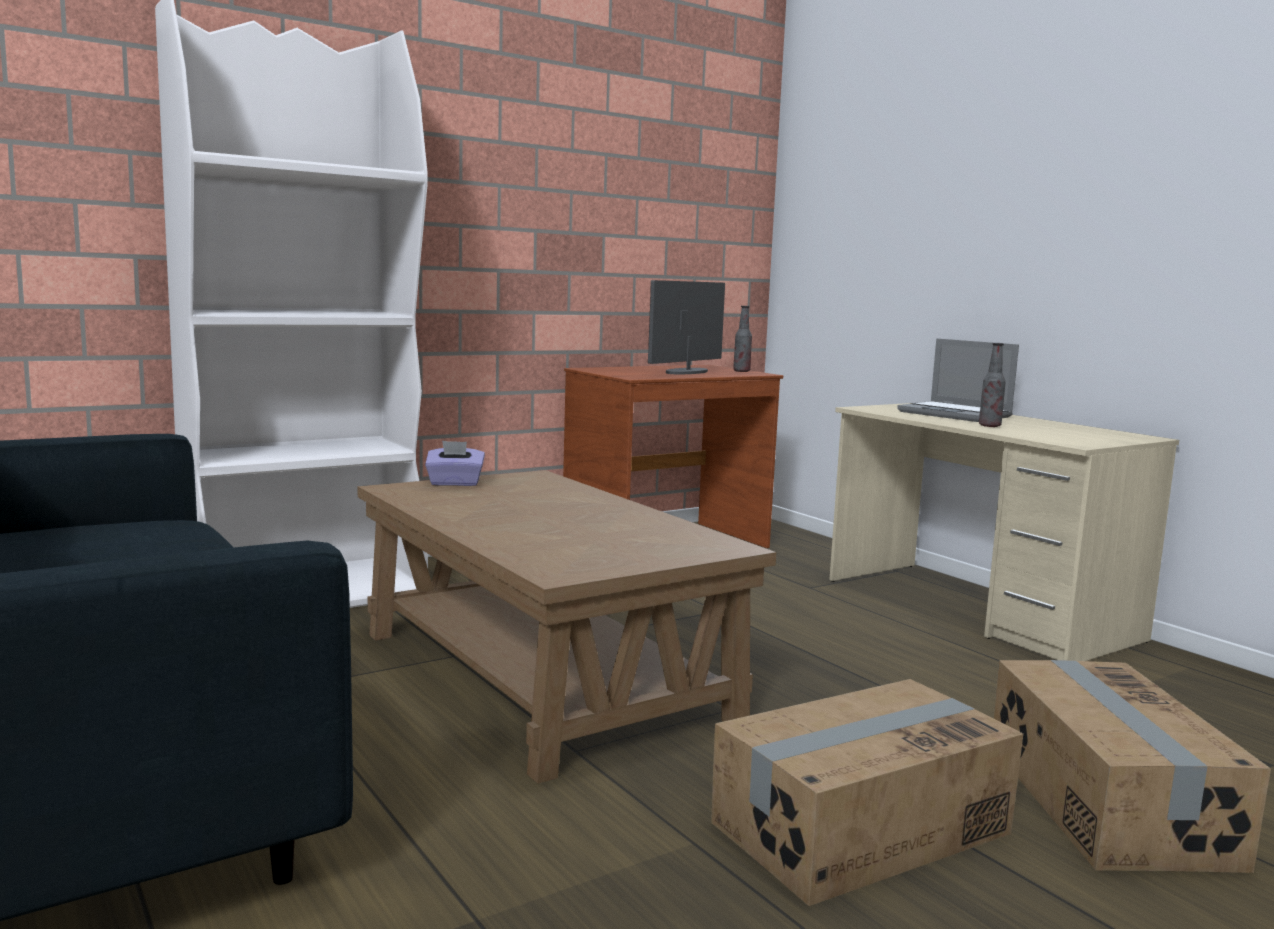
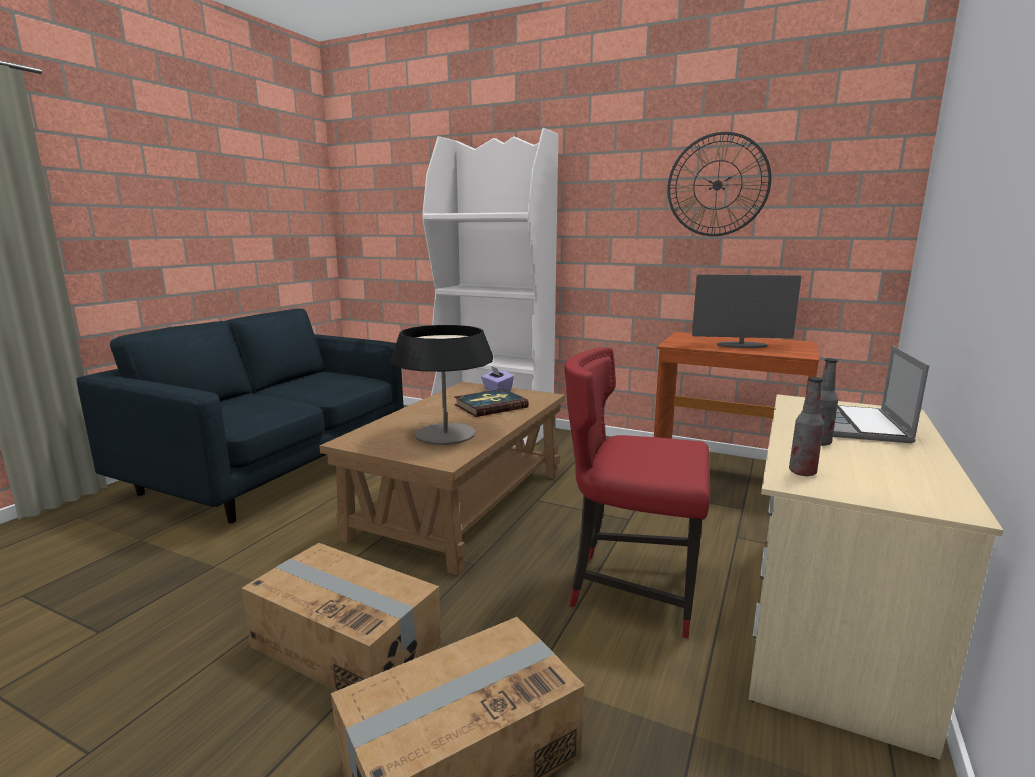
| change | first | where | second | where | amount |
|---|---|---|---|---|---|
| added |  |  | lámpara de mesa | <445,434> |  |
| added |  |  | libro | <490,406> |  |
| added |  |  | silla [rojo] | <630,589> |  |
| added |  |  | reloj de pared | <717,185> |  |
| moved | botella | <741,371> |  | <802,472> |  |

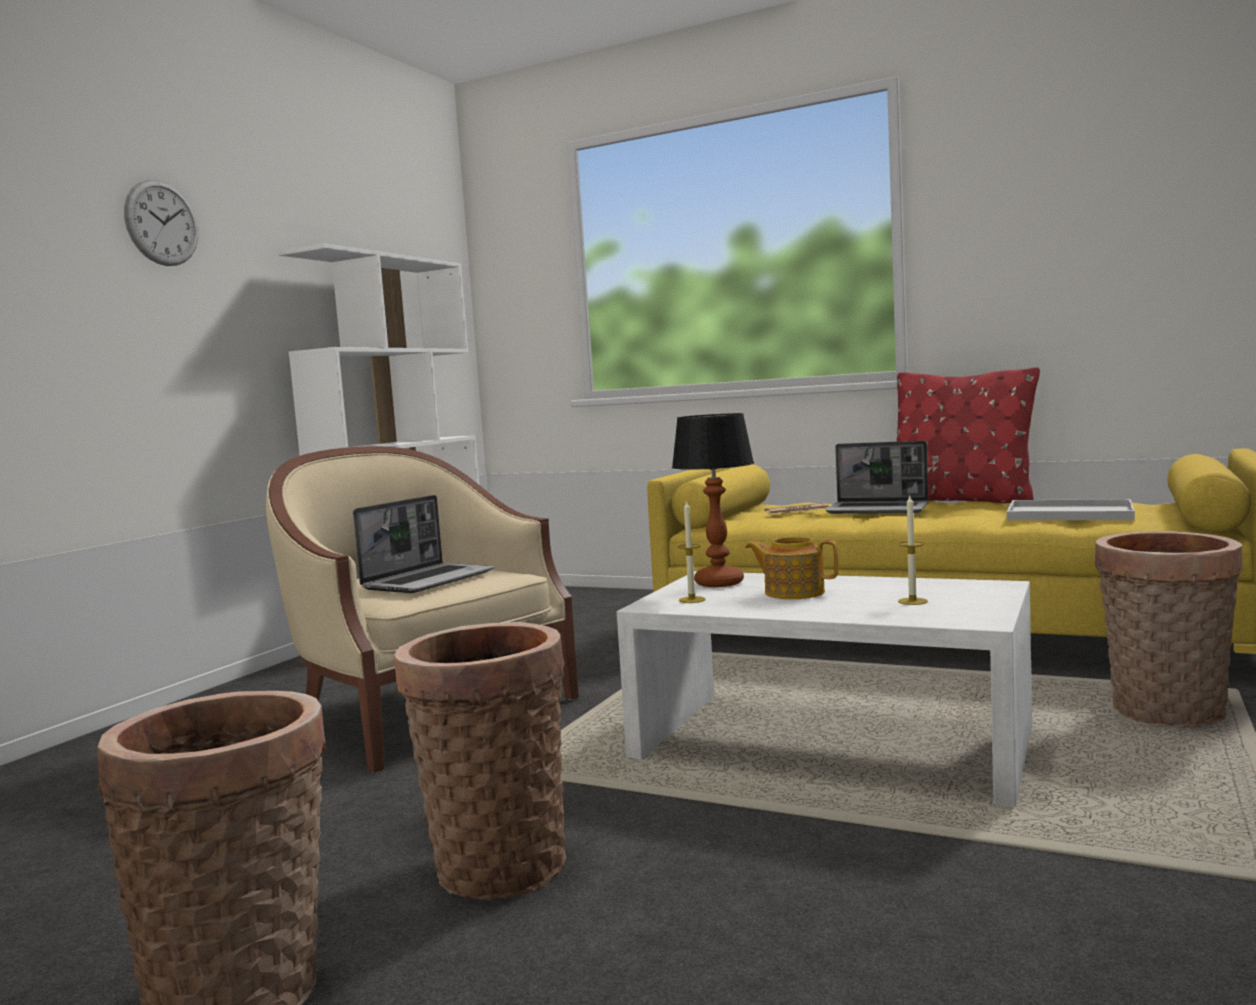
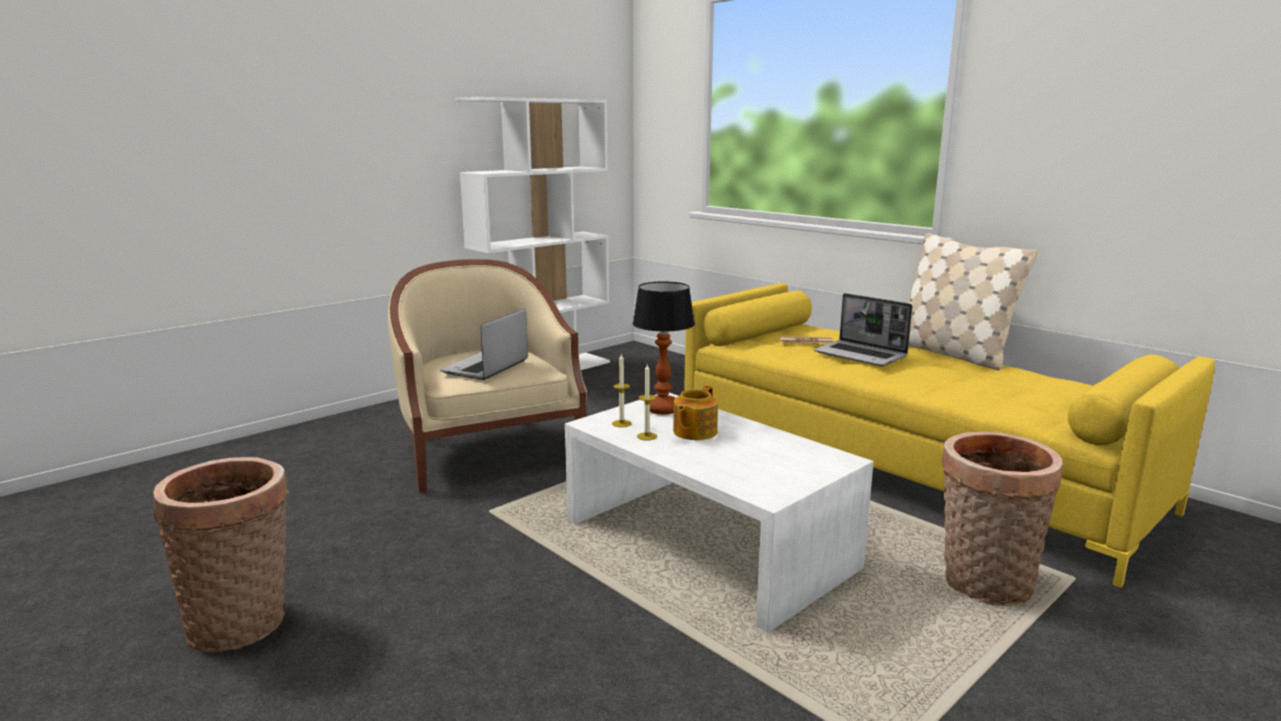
| change | first | where | second | where | amount |
|---|---|---|---|---|---|
| removed | reloj de pared | <162,223> |  |  |  |
| removed | cesta | <497,863> |  |  |  |
| removed | bandeja [blanco] | <1072,513> |  |  |  |
| moved | vela | <912,601> |  | <647,436> |  |
| recoloured | cojín [rojo] | <960,500> | cojín [beis] | <951,353> |  |
| turned | portátil | <429,580> |  | <485,367> | 150 degrees clockwise |
| turned | tetera | <793,592> |  | <694,432> | 105 degrees counterclockwise |

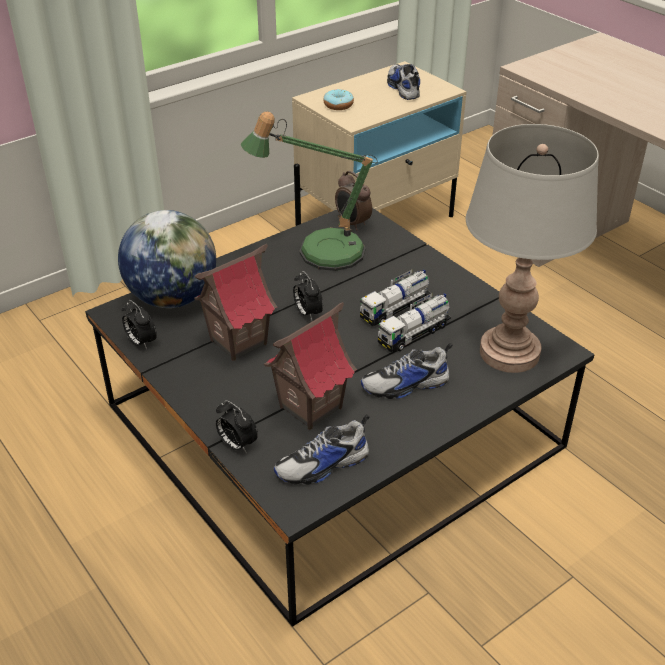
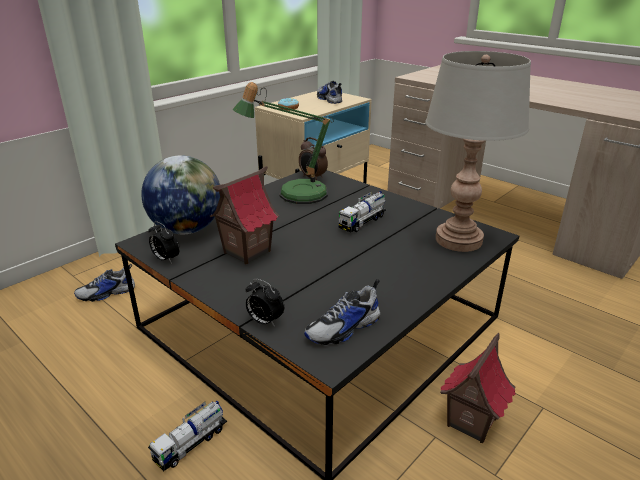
| change | first | where | second | where | amount |
|---|---|---|---|---|---|
| removed | despertador | <307,313> |  |  |  |
| moved | casita | <310,407> |  | <470,422> |  |
| moved | zapato | <406,385> |  | <107,293> |  |
| moved | camión de juguete | <414,334> |  | <191,444> |  |

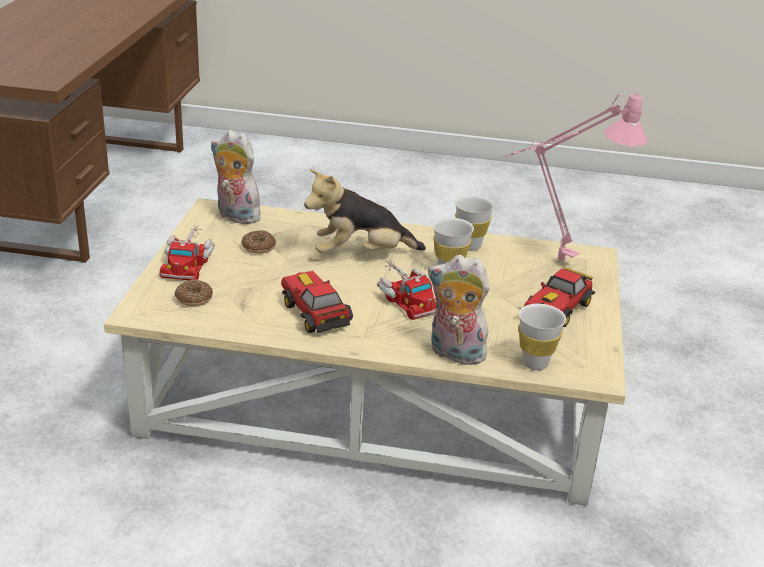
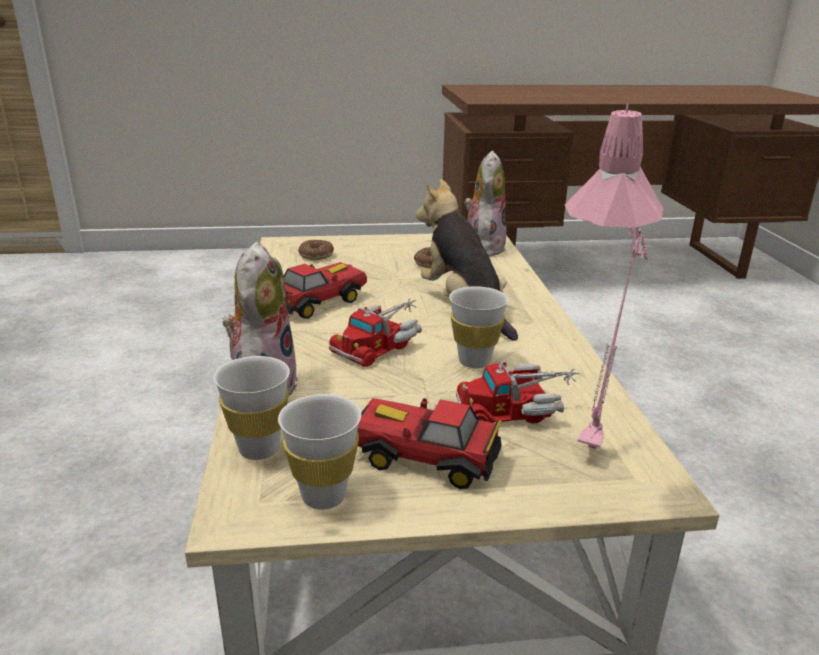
| change | first | where | second | where | amount |
|---|---|---|---|---|---|
| moved | camión de juguete | <187,263> |  | <517,409> |  |
| moved | taza [blanco] | <470,246> |  | <323,496> |  |

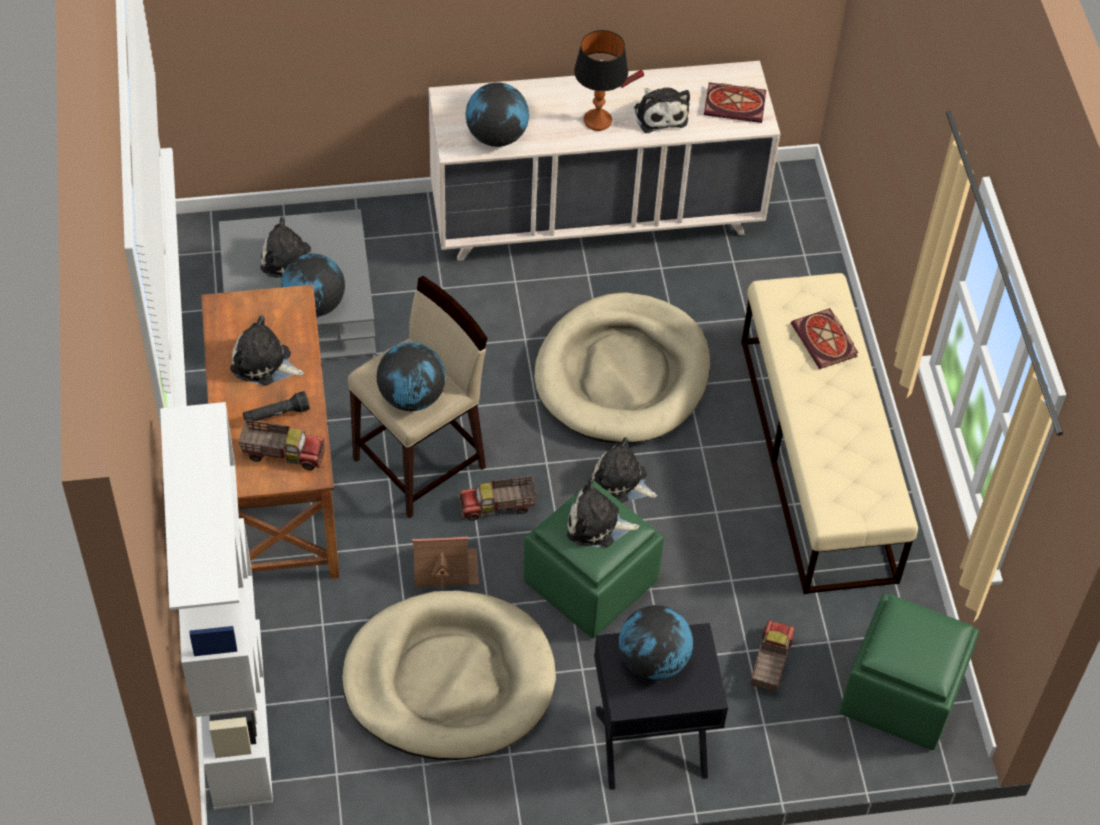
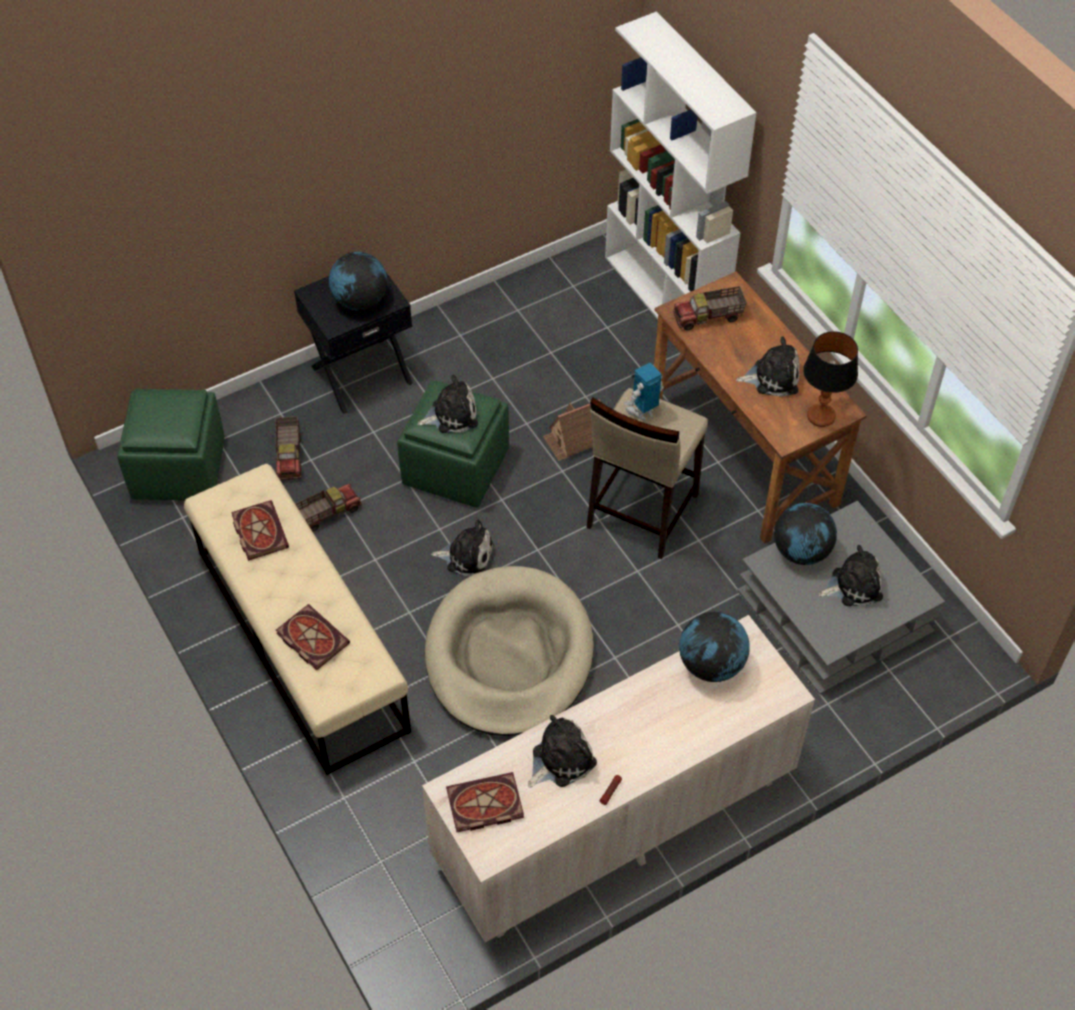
| change | first | where | second | where | amount |
|---|---|---|---|---|---|
| removed | linterna [negro] | <276,415> |  |  |  |
| removed | cama para perro [beis] | <449,680> |  |  |  |
| added |  |  | libro | <258,531> |  |
| moved | camión de juguete | <498,506> |  | <327,513> |  |
| moved | lámpara de mesa | <598,120> |  | <820,416> |  |
| replaced | globo terráqueo | <412,397> | robot de juguete | <642,412> |  |
| turned | peluche | <660,114> |  | <560,759> | 90 degrees clockwise |

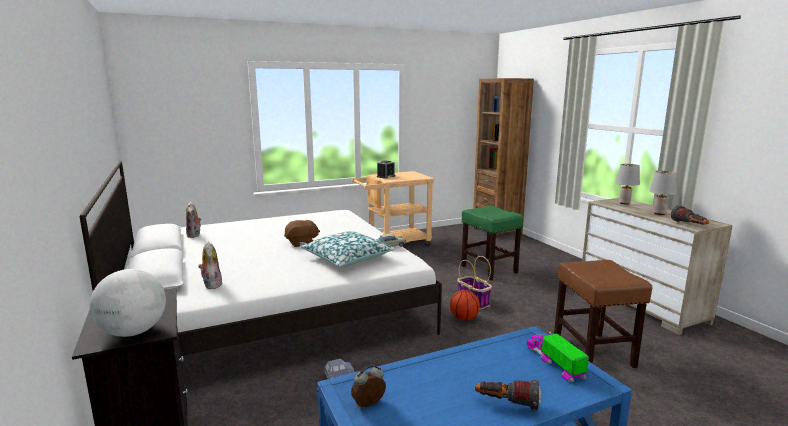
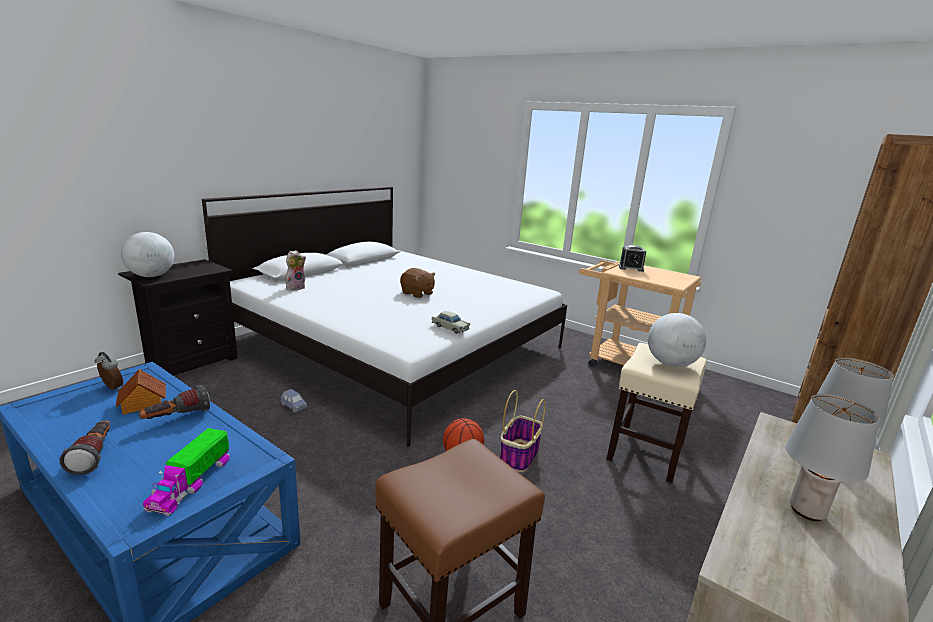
| change | first | where | second | where | amount |
|---|---|---|---|---|---|
| removed | peluche | <194,235> |  |  |  |
| removed | cojín | <347,258> |  |  |  |
| added |  |  | casita | <142,404> |  |
| added |  |  | globo terráqueo | <670,364> |  |
| moved | linterna | <689,225> |  | <177,417> |  |
| recoloured | taburete [verde] | <488,269> | taburete [beis] | <646,451> |  |
| turned | camión de juguete | <555,362> |  | <191,483> | 150 degrees clockwise |

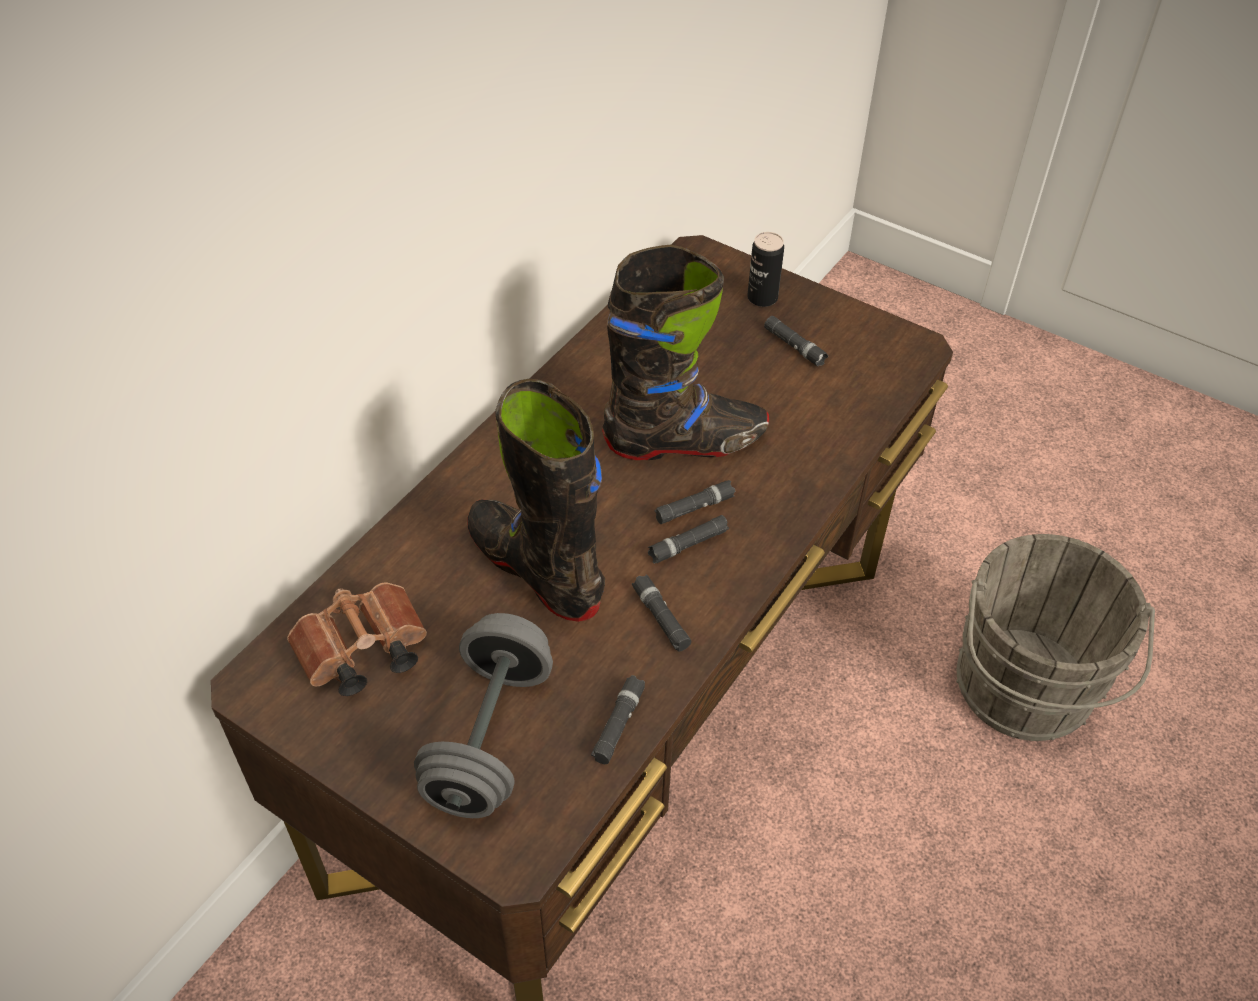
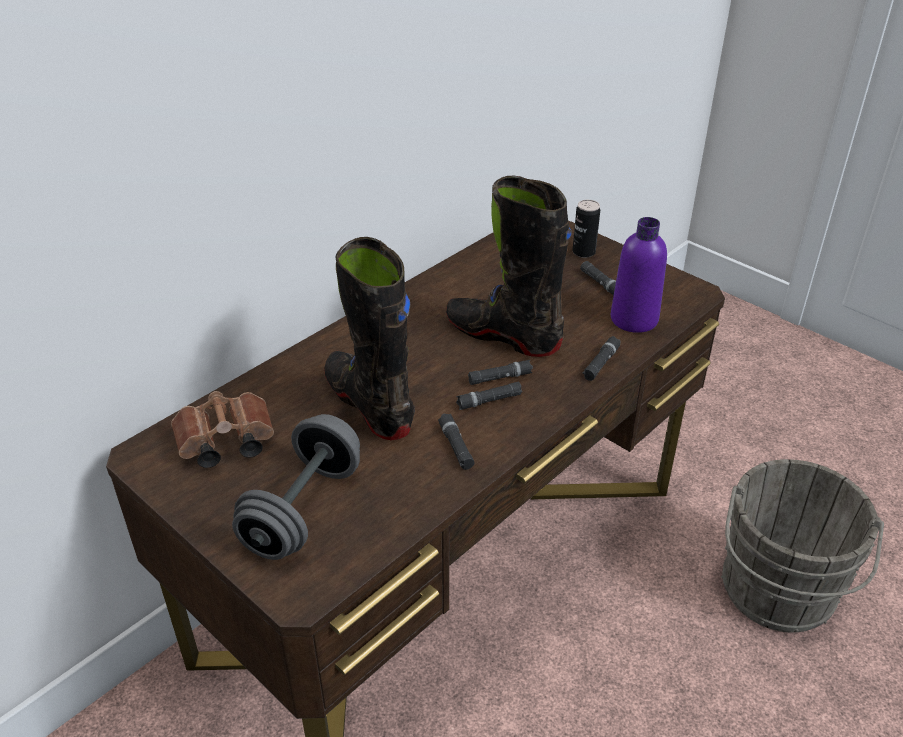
| change | first | where | second | where | amount |
|---|---|---|---|---|---|
| added |  |  | botella [morado] | <634,319> |  |
| moved | linterna [negro] | <618,724> |  | <601,363> |  |
| turned | bota [negro] | <685,442> |  | <503,335> | 150 degrees counterclockwise |

